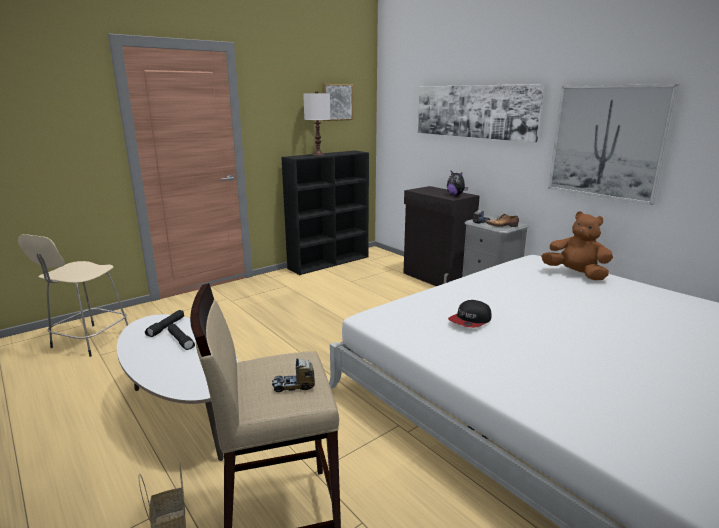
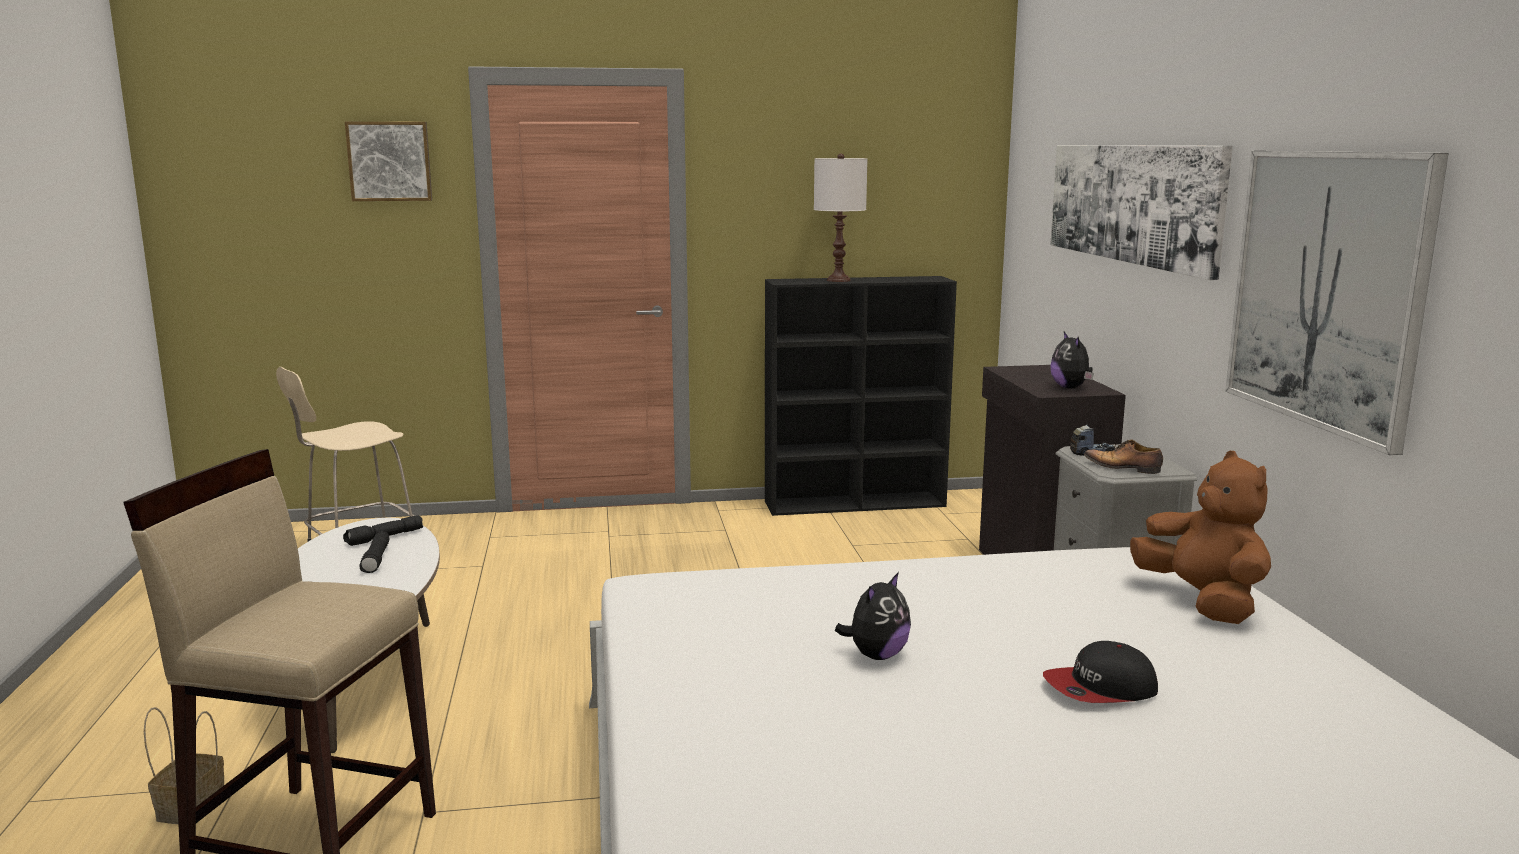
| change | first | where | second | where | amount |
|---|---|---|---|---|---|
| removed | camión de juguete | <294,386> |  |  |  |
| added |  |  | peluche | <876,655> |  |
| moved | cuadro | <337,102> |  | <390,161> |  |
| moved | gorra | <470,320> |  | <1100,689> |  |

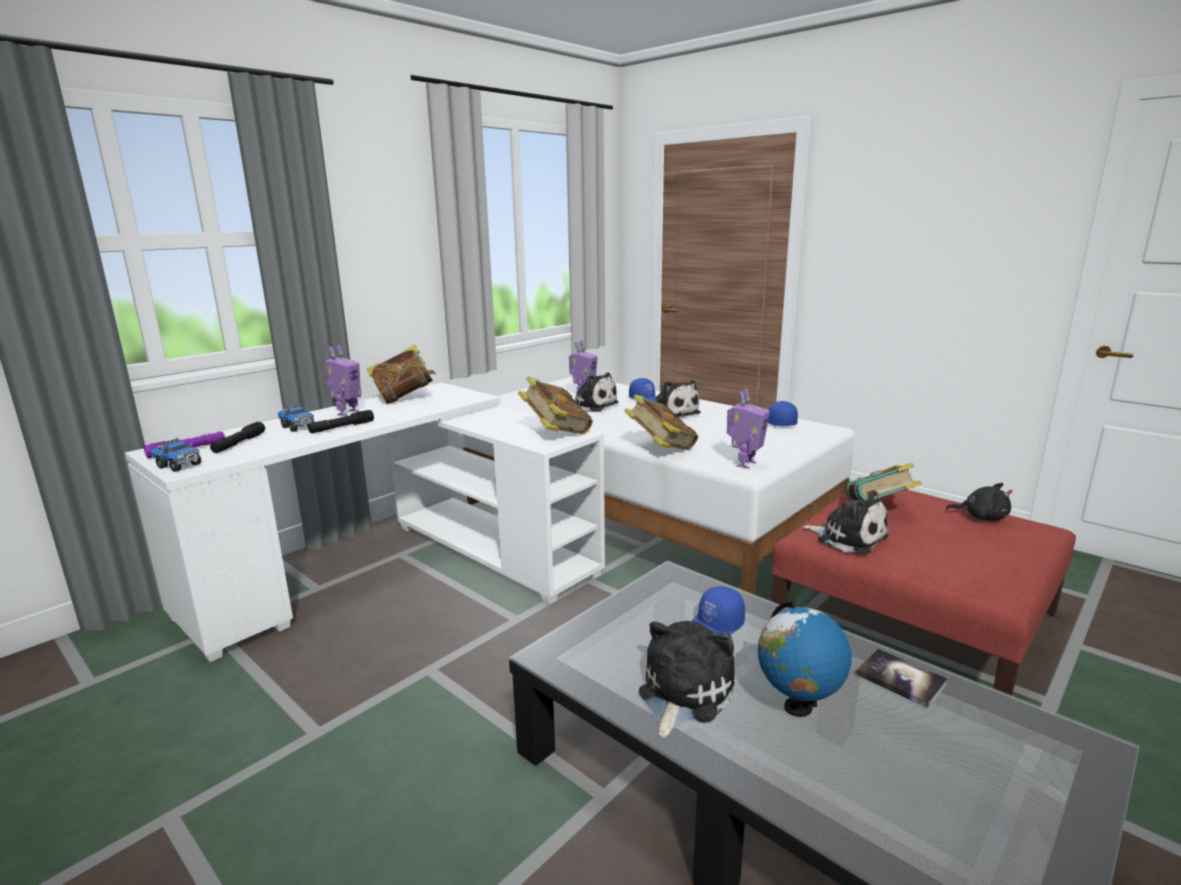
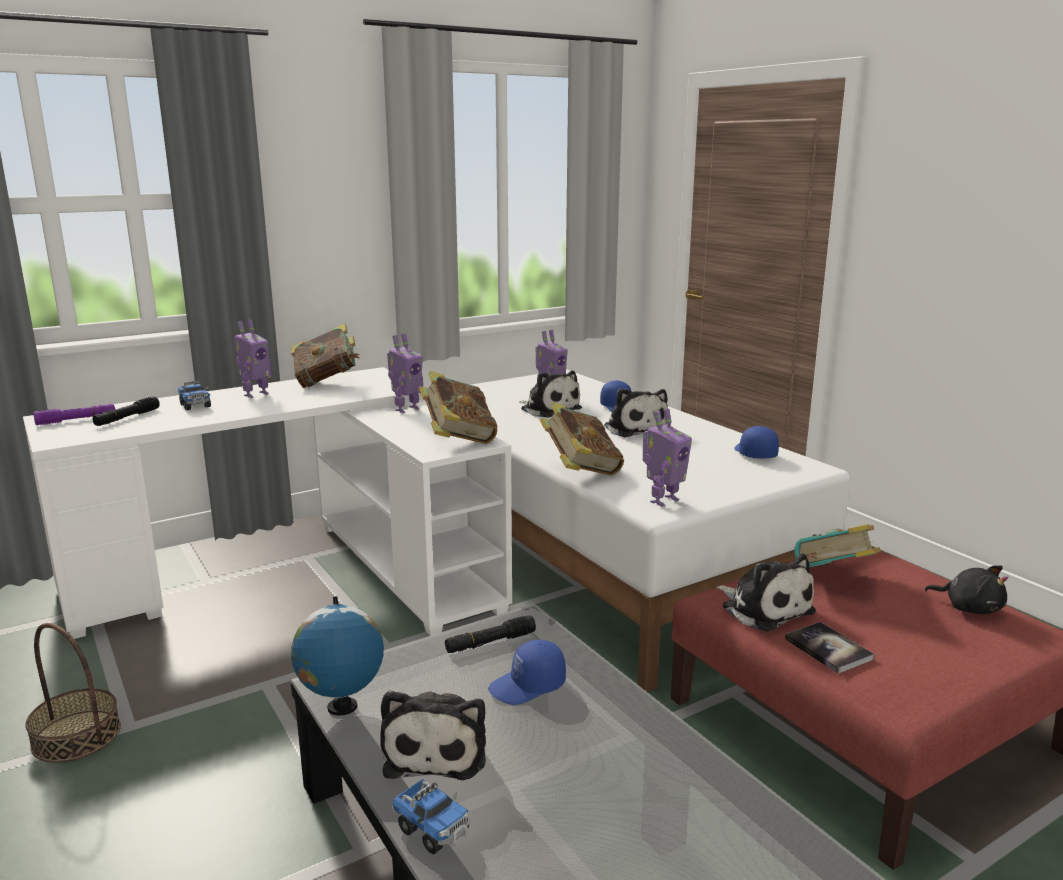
| change | first | where | second | where | amount |
|---|---|---|---|---|---|
| added |  |  | cesta | <76,736> |  |
| added |  |  | robot de juguete | <406,409> |  |
| moved | camión de juguete | <179,465> |  | <432,830> |  |
| moved | linterna [negro] | <342,427> |  | <490,642> |  |
| moved | globo terráqueo | <797,707> |  | <342,707> |  |
| moved | libro | <901,679> |  | <828,649> |  |
| turned | peluche | <682,693> |  | <436,750> | 135 degrees clockwise |

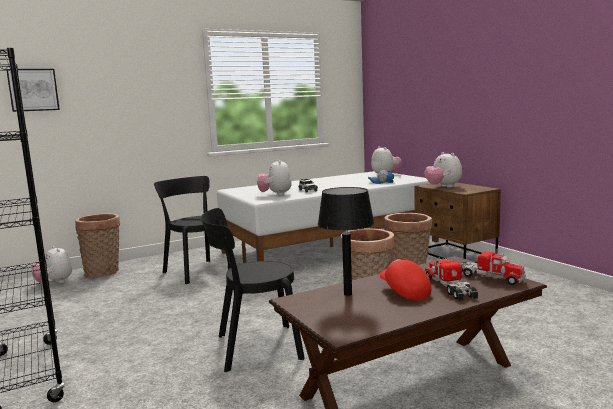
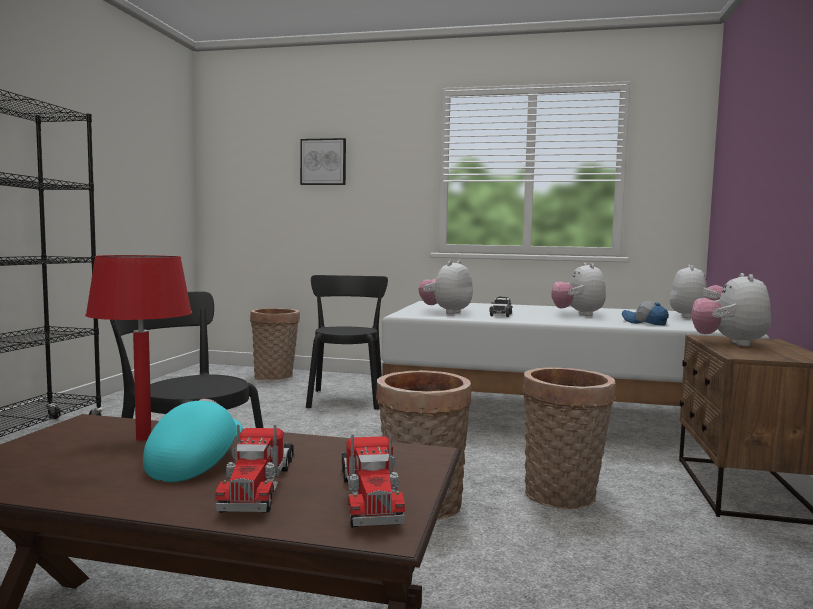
| change | first | where | second | where | amount |
|---|---|---|---|---|---|
| moved | cuadro | <33,90> |  | <323,162> |  |
| moved | peluche | <55,282> |  | <578,314> |  |
| recoloured | lámpara de mesa [negro] | <347,294> | lámpara de mesa [rojo] | <144,438> |  |
| recoloured | gorra [rojo] | <404,292> | gorra [turquesa] | <195,462> |  |
| turned | camión de juguete | <450,288> |  | <259,484> | 150 degrees clockwise |

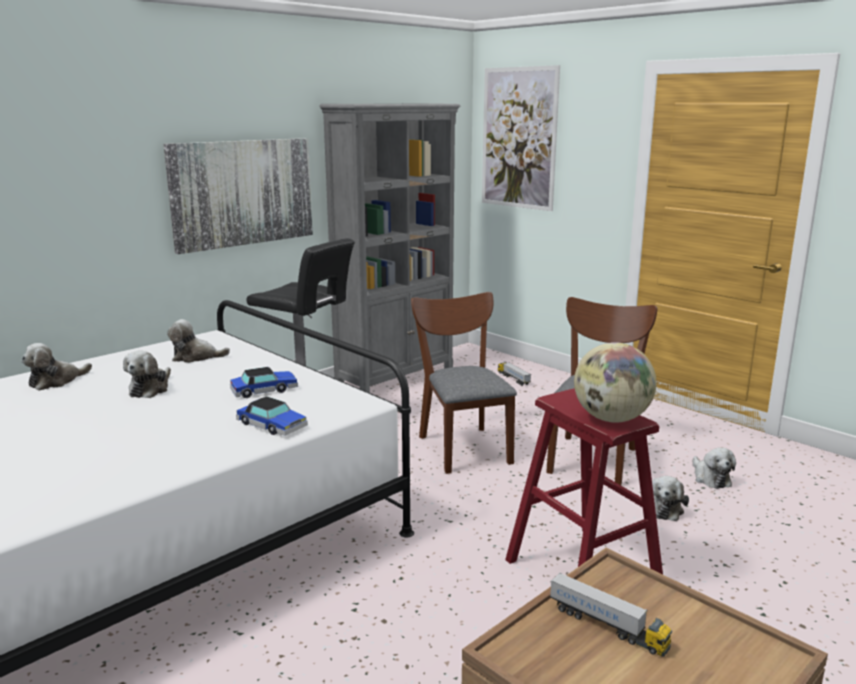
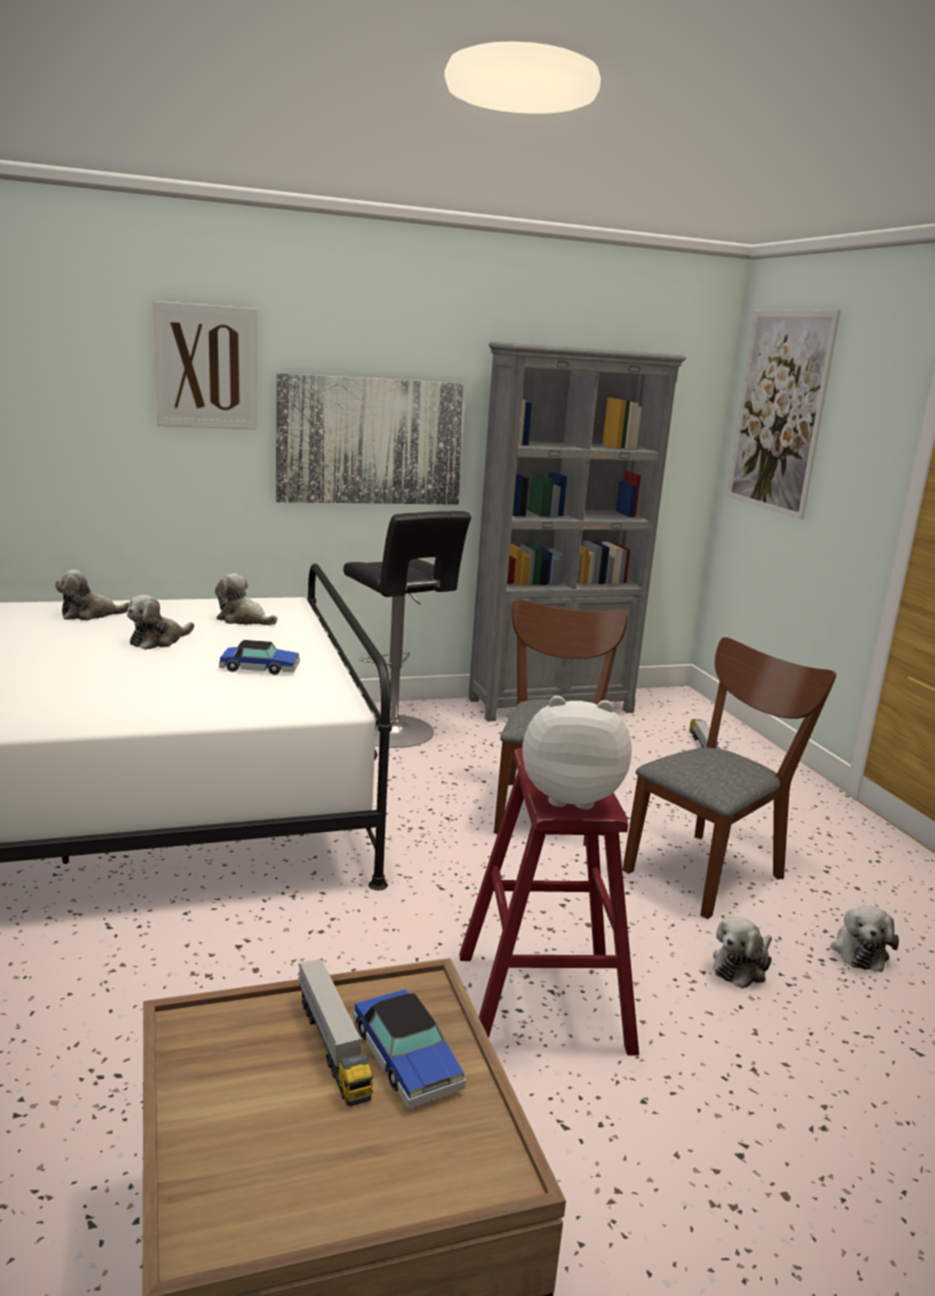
| change | first | where | second | where | amount |
|---|---|---|---|---|---|
| added |  |  | cuadro | <206,367> |  |
| moved | coche de juguete | <271,425> |  | <405,1058> |  |
| replaced | globo terráqueo | <611,419> | peluche | <570,797> |  |

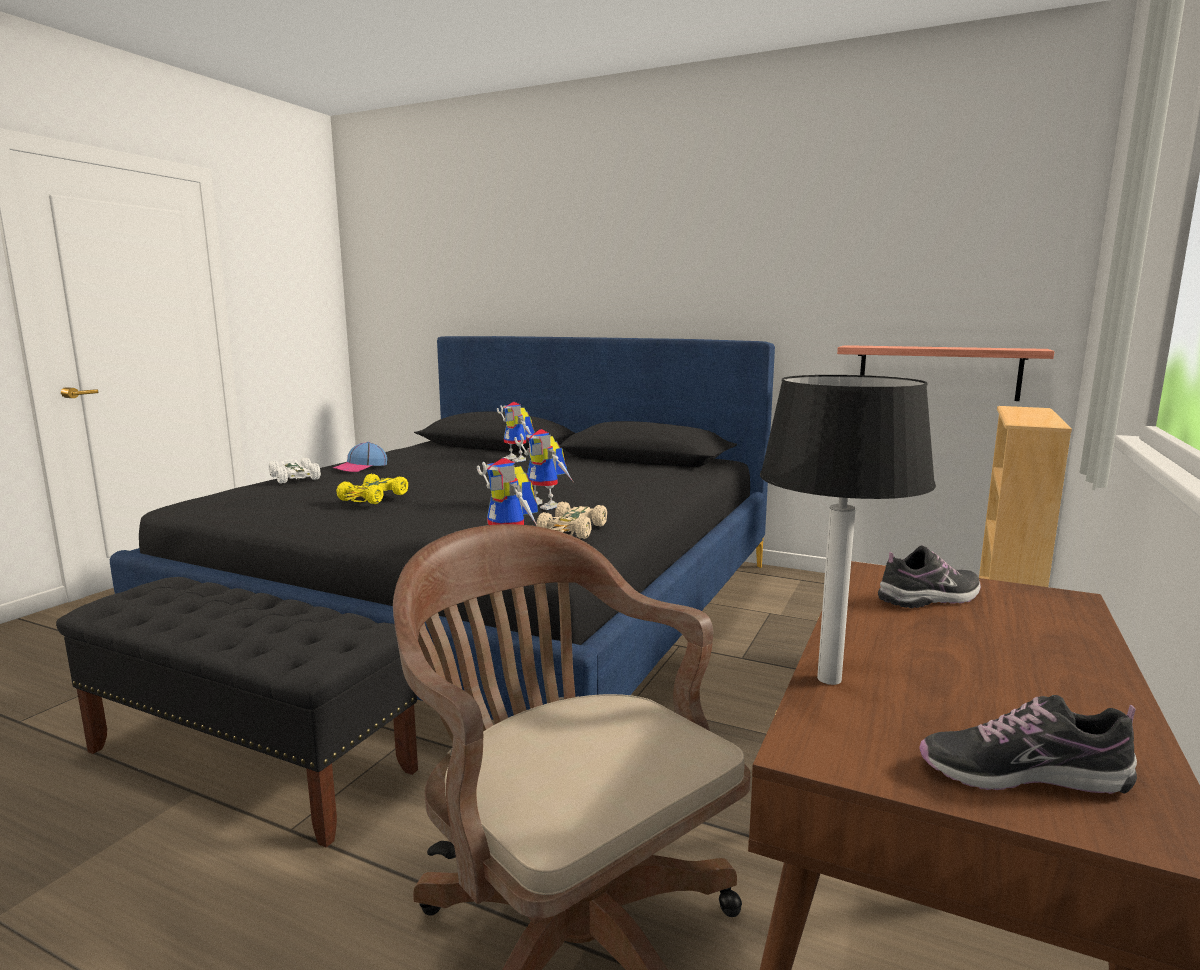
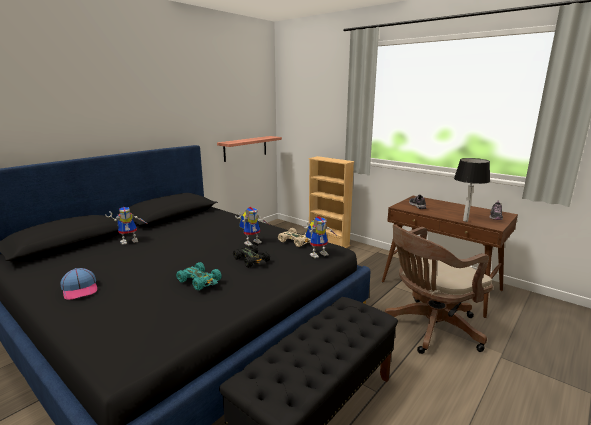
| change | first | where | second | where | amount |
|---|---|---|---|---|---|
| removed | coche de juguete [blanco] | <294,478> |  |  |  |
| added |  |  | coche de juguete [negro] | <252,260> |  |
| recoloured | coche de juguete [amarillo] | <373,497> | coche de juguete [turquesa] | <200,281> |  |

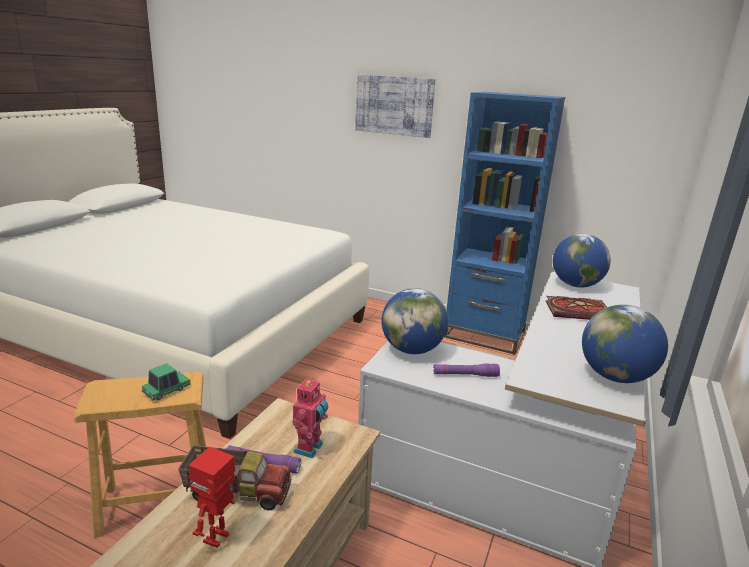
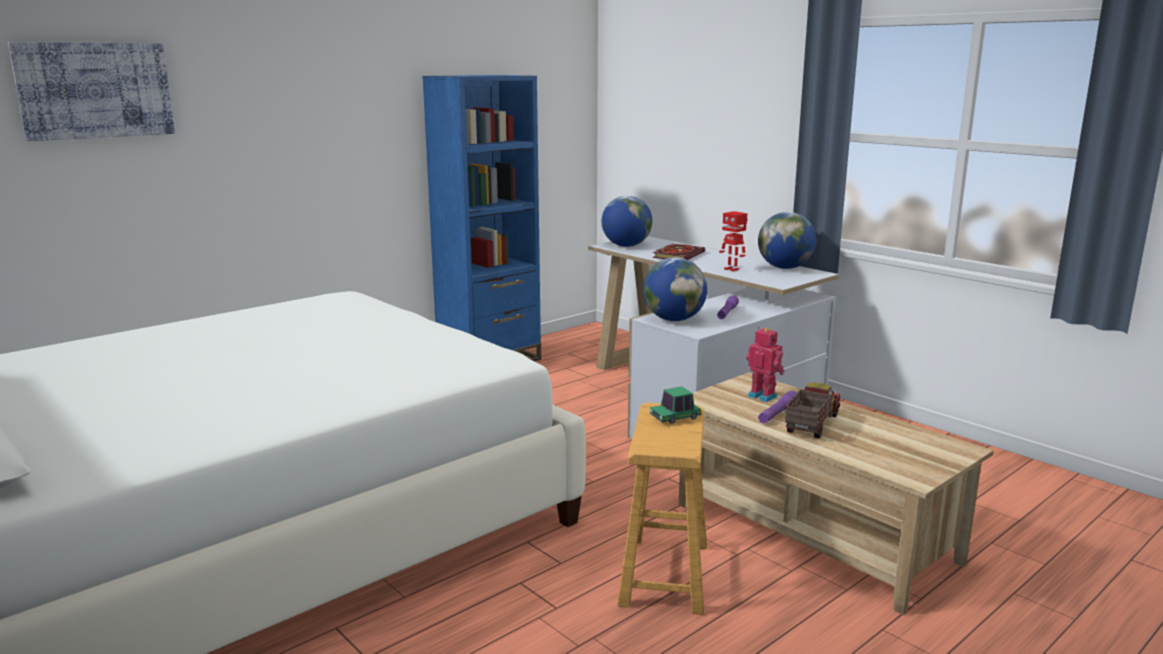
| change | first | where | second | where | amount |
|---|---|---|---|---|---|
| moved | robot de juguete | <217,538> |  | <732,269> |  |
| moved | cuadro | <394,105> |  | <95,90> |  |
| turned | coche de juguete | <166,390> |  | <675,417> | 90 degrees counterclockwise |

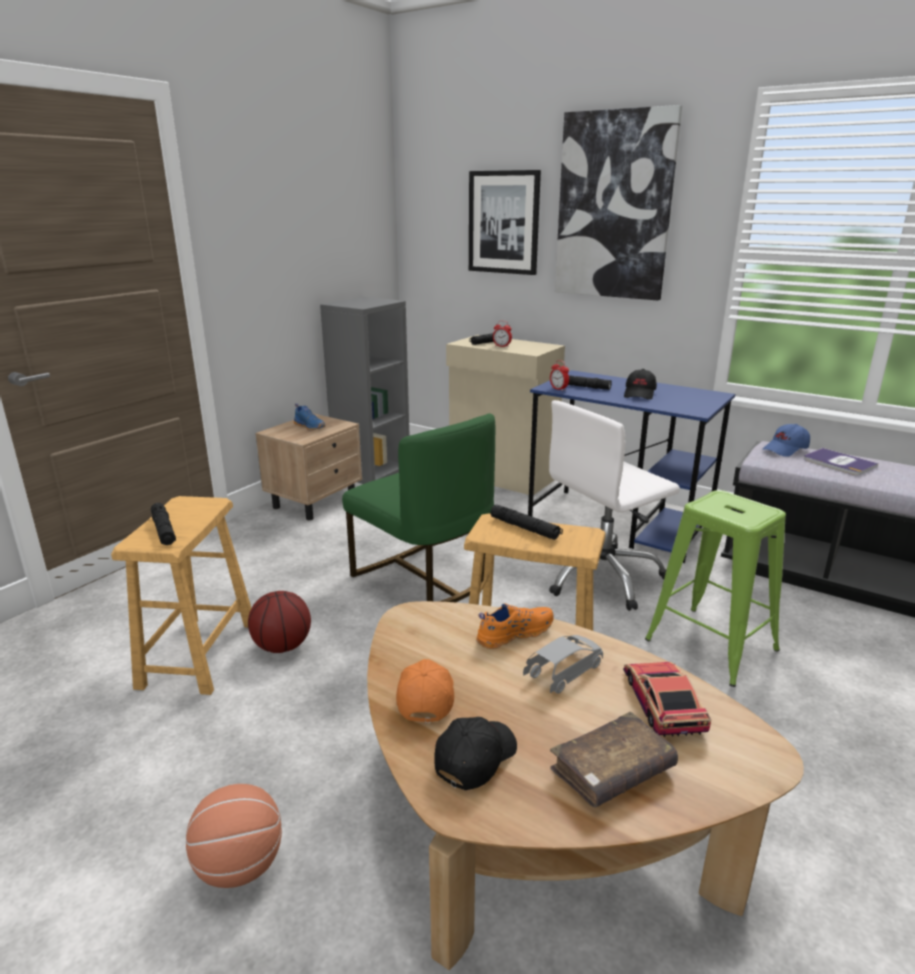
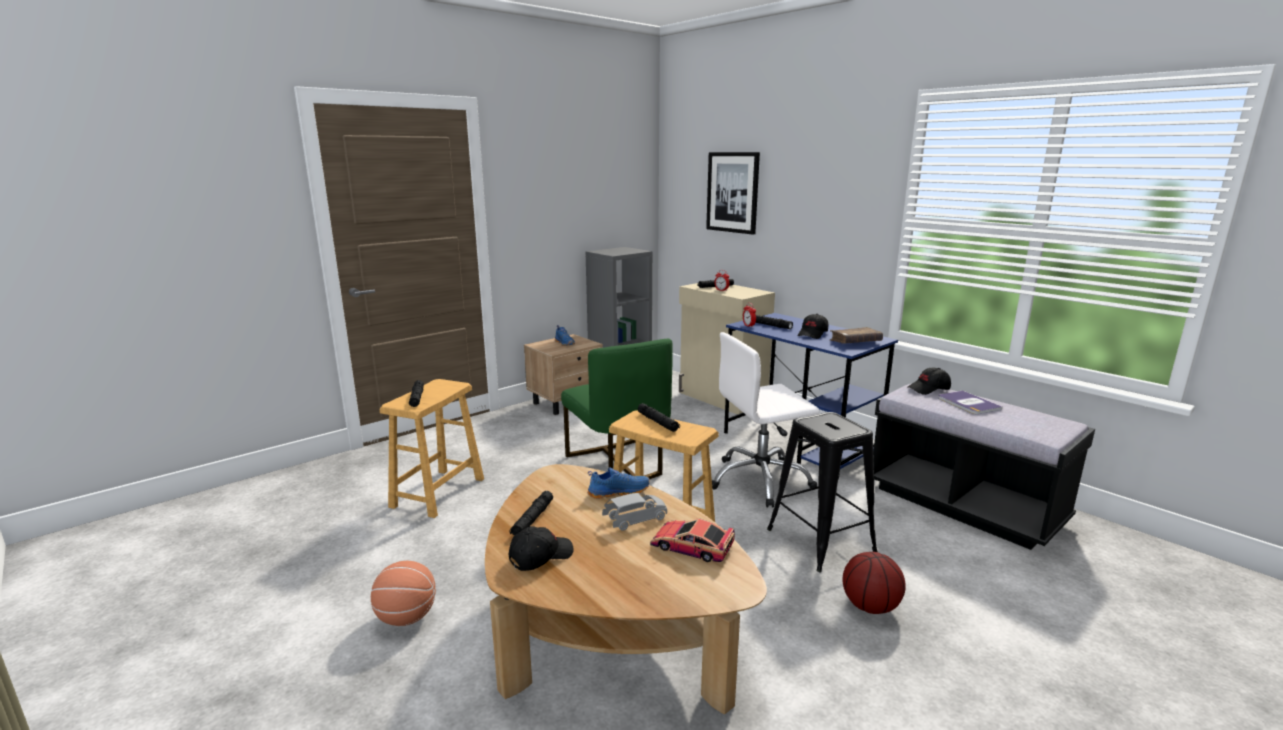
| change | first | where | second | where | amount |
|---|---|---|---|---|---|
| removed | cuadro | <614,206> |  |  |  |
| moved | balón de baloncesto | <283,646> |  | <870,607> |  |
| moved | libro [marrón] | <612,771> |  | <855,342> |  |
| replaced | gorra [naranja] | <425,697> | linterna [negro] | <532,519> |  |
| recoloured | zapato [naranja] | <514,633> | zapato [azul] | <618,492> |  |
| recoloured | taburete [verde] | <710,644> | taburete [negro] | <820,540> |  |
| recoloured | gorra [azul] | <785,449> | gorra [negro] | <929,389> |  |
| turned | coche de juguete | <662,702> |  | <691,546> | 75 degrees counterclockwise |

